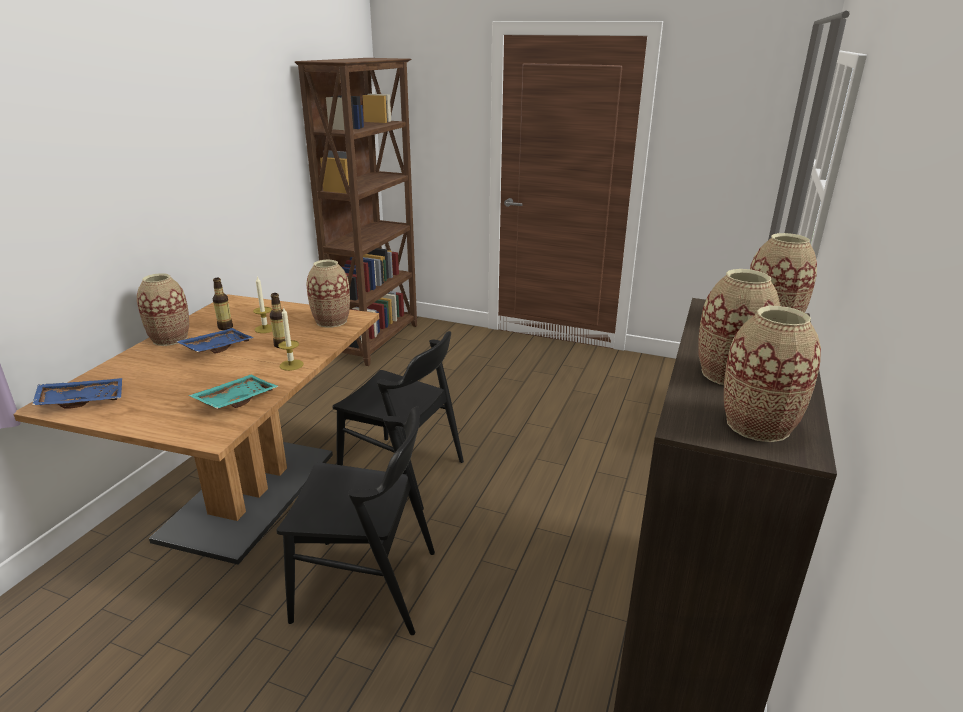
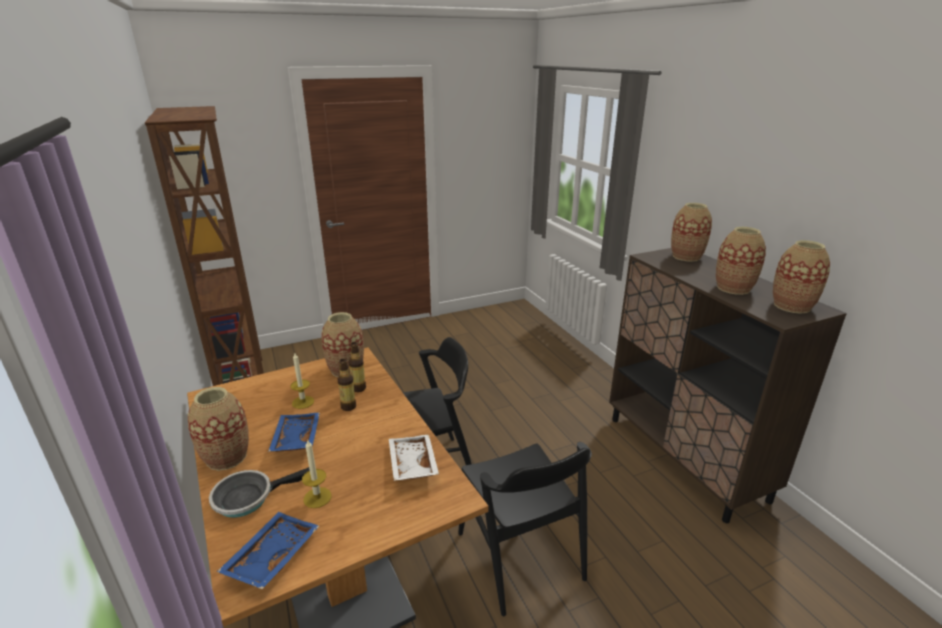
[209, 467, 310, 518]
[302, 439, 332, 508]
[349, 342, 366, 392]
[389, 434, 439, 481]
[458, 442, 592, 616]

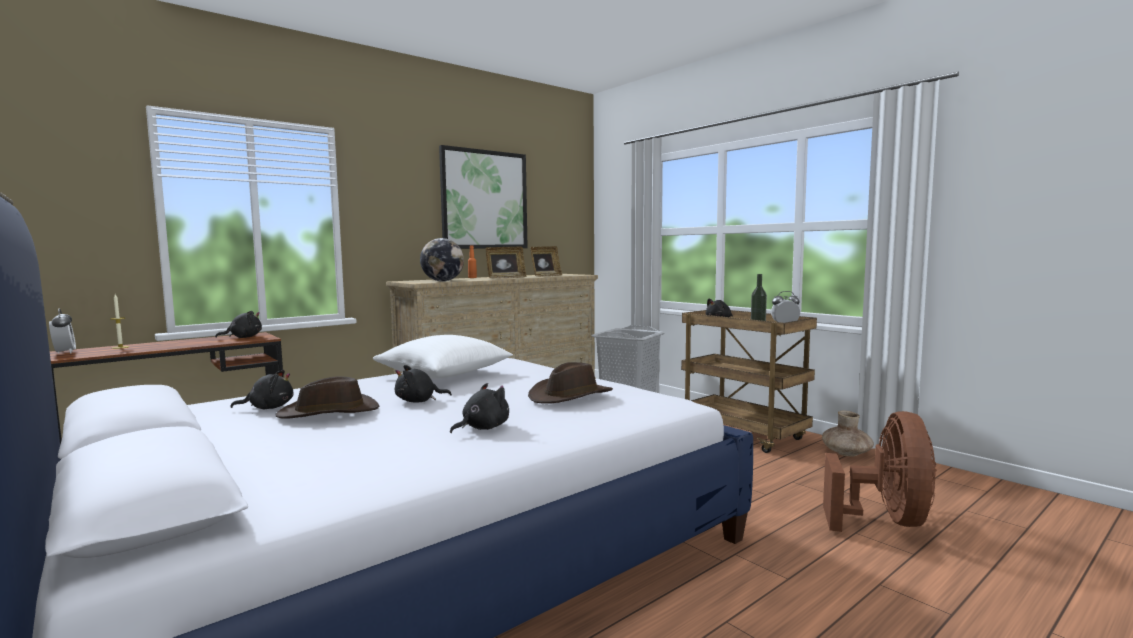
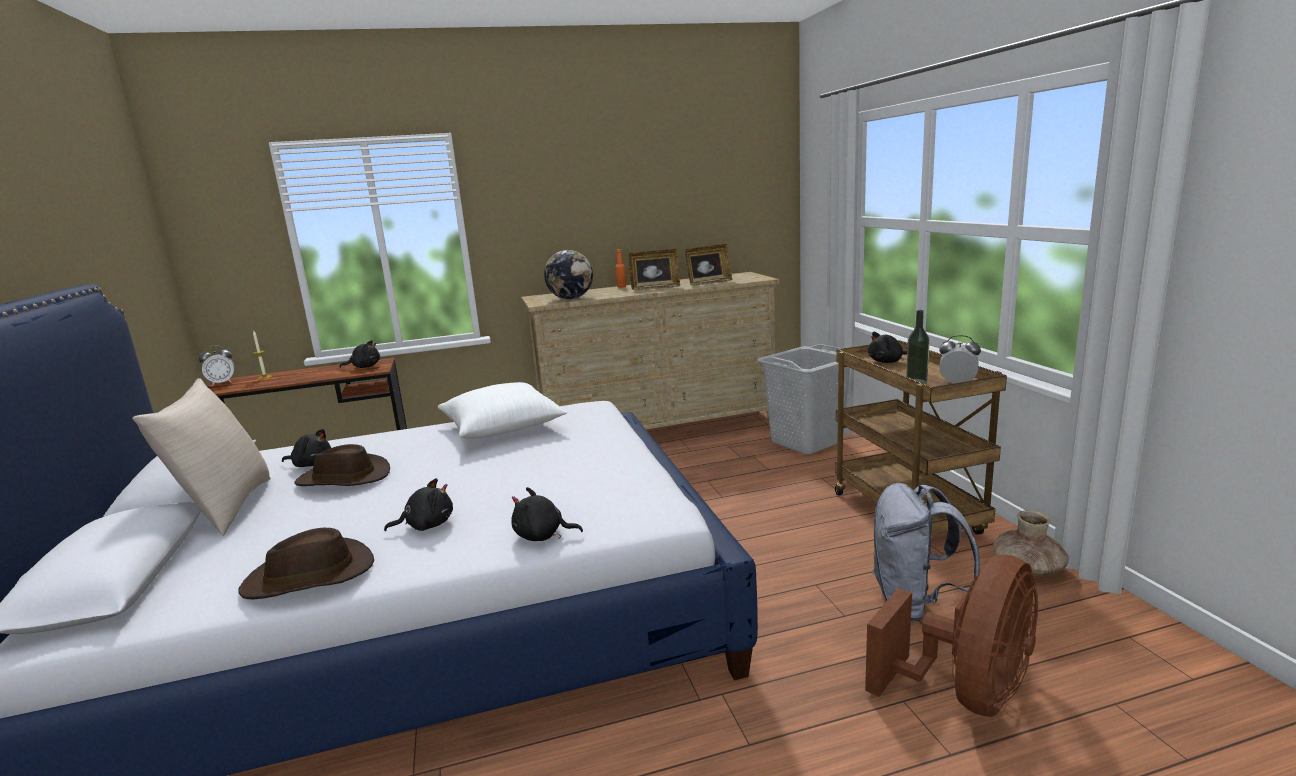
[132, 378, 271, 536]
[199, 346, 235, 386]
[238, 528, 374, 599]
[511, 487, 583, 541]
[872, 483, 980, 621]
[439, 145, 528, 249] (first image)

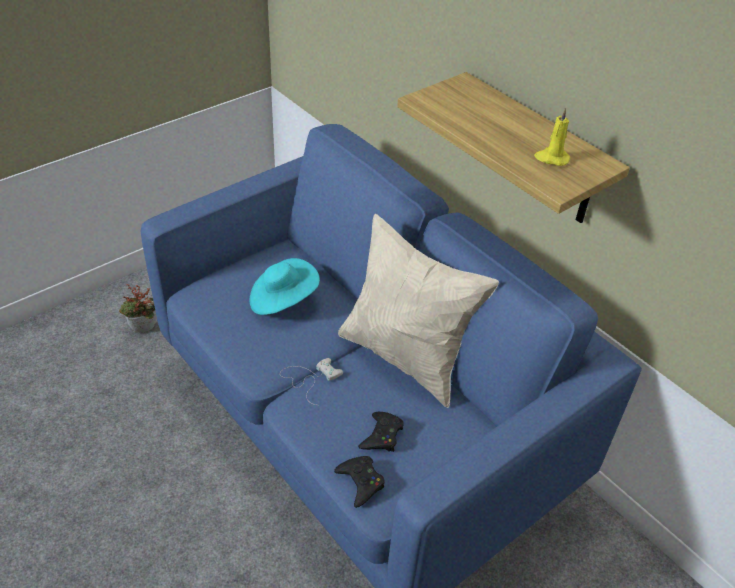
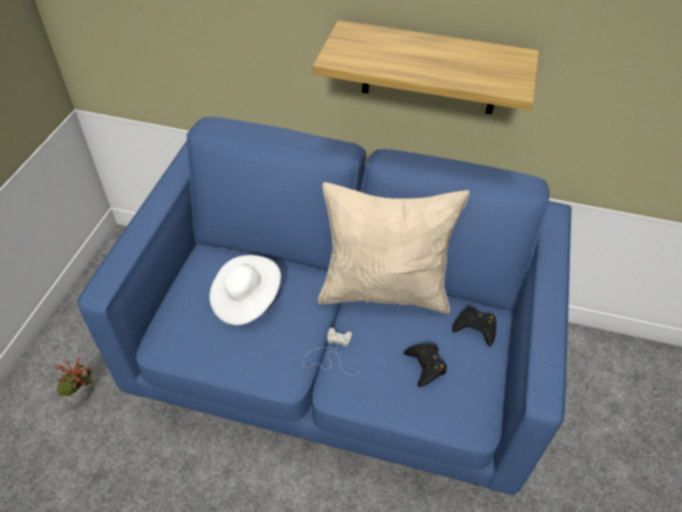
[209, 255, 281, 325]
[452, 306, 496, 346]
[534, 108, 571, 166] (first image)

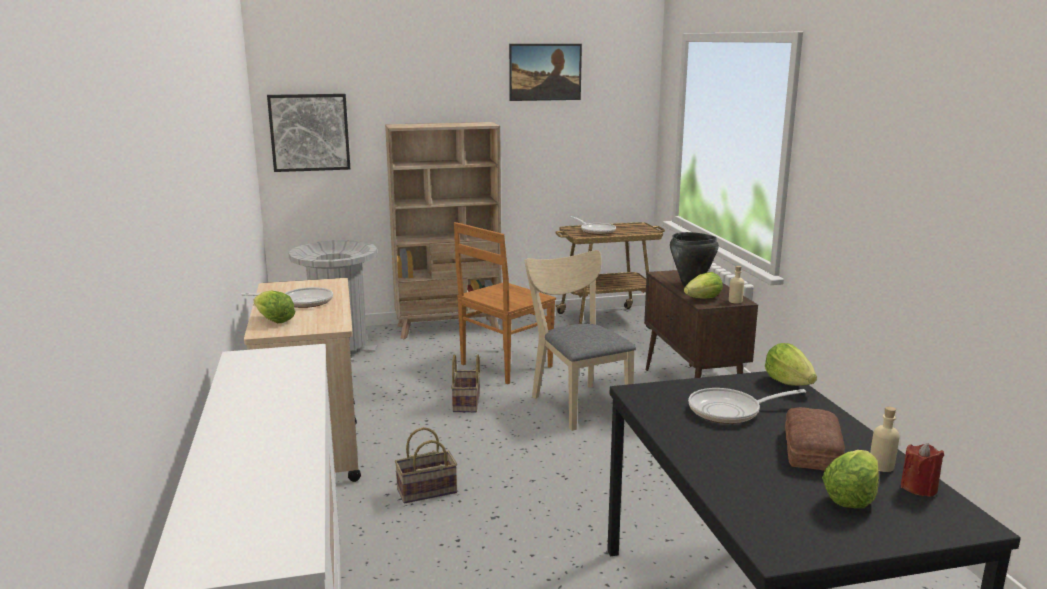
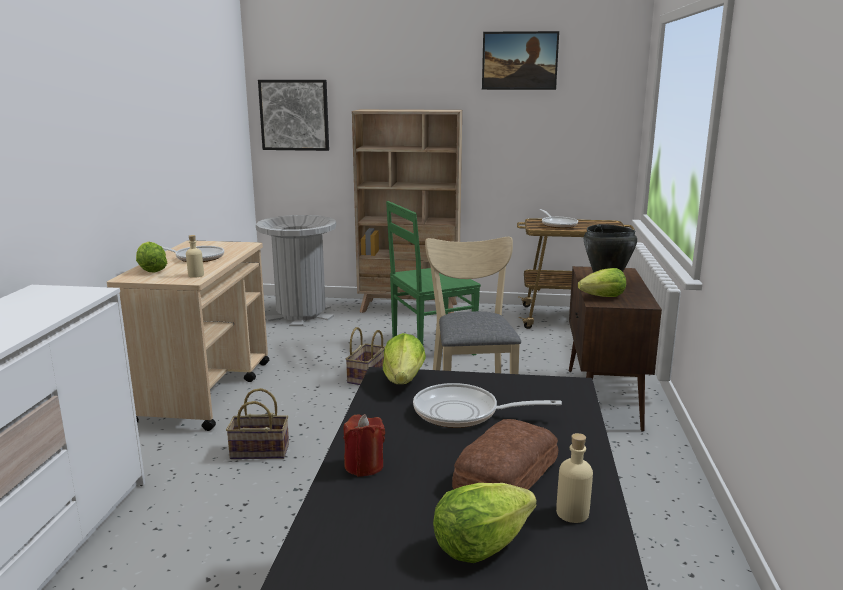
[186, 235, 204, 278]
[343, 414, 385, 477]
[383, 333, 426, 384]
[386, 201, 481, 356]

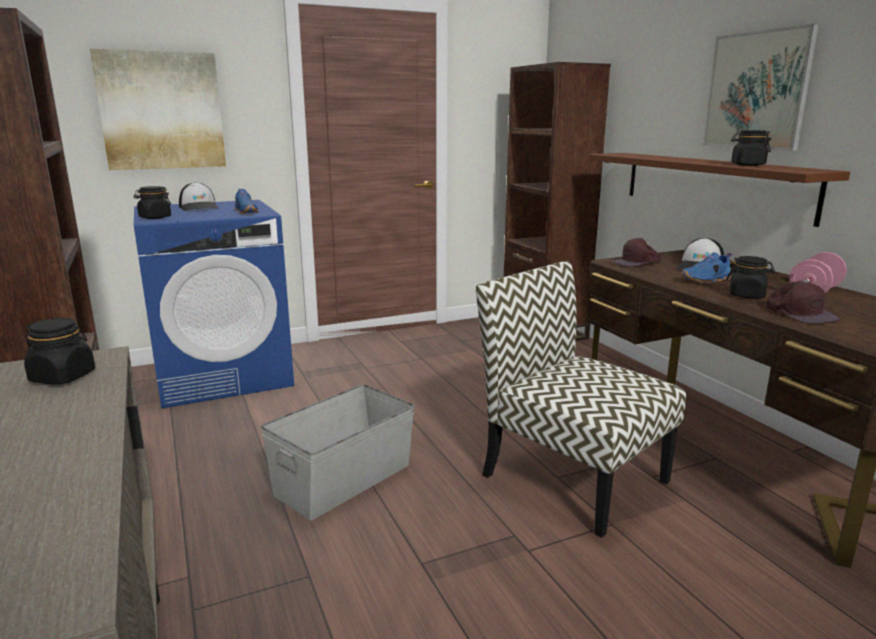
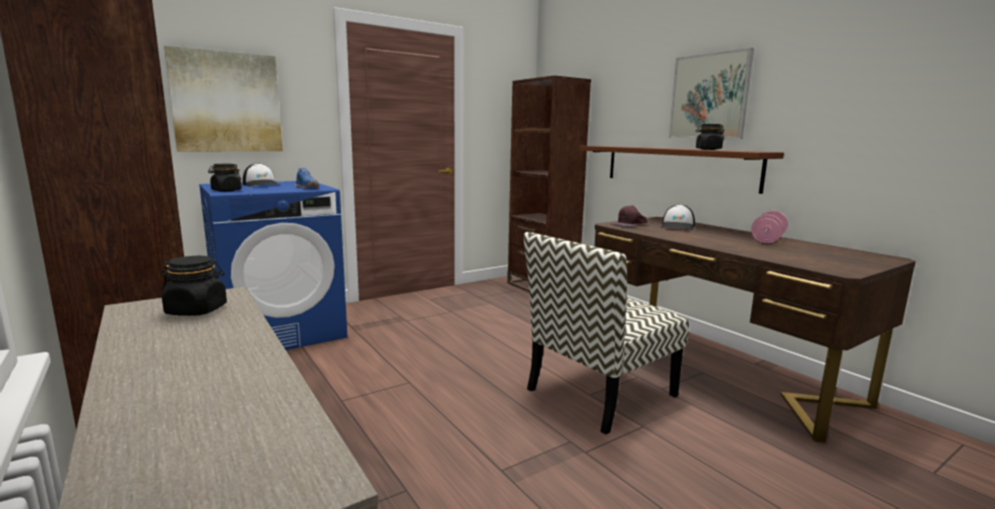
[524, 232, 689, 435]
[261, 384, 415, 520] (first image)
[681, 252, 732, 284] (first image)
[726, 256, 775, 298] (first image)
[766, 281, 840, 324] (first image)

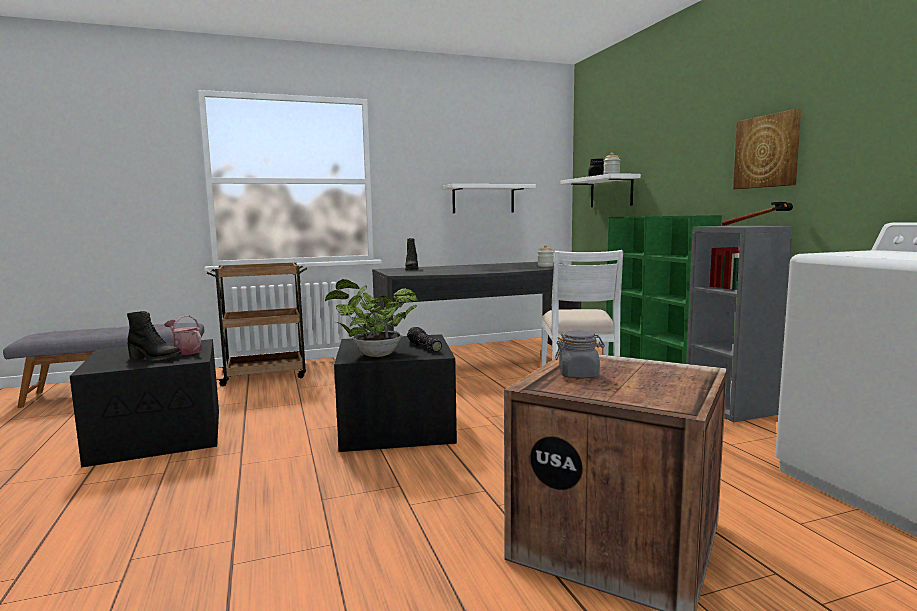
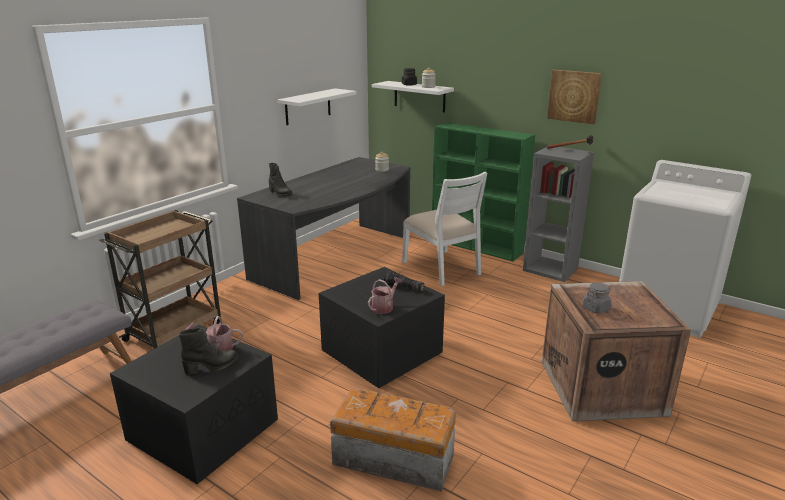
[330, 388, 456, 491]
[368, 277, 402, 314]

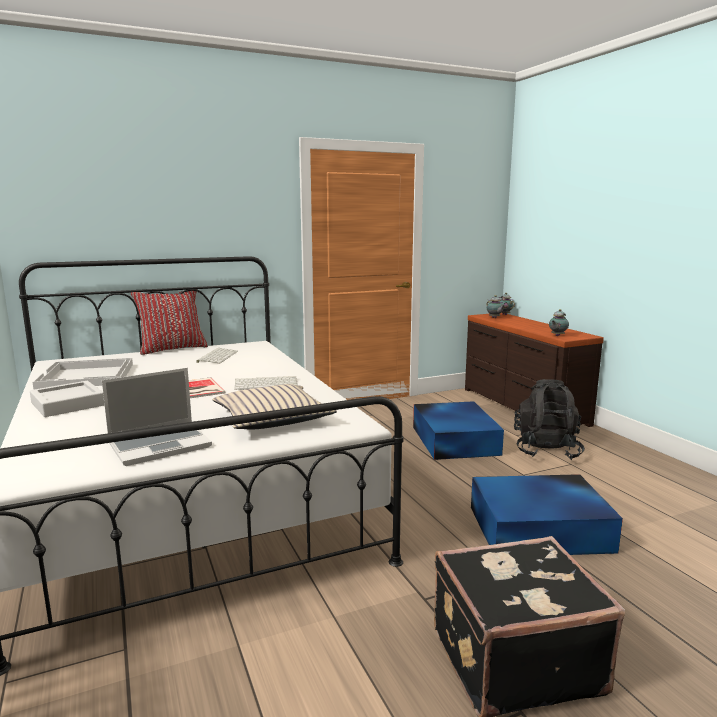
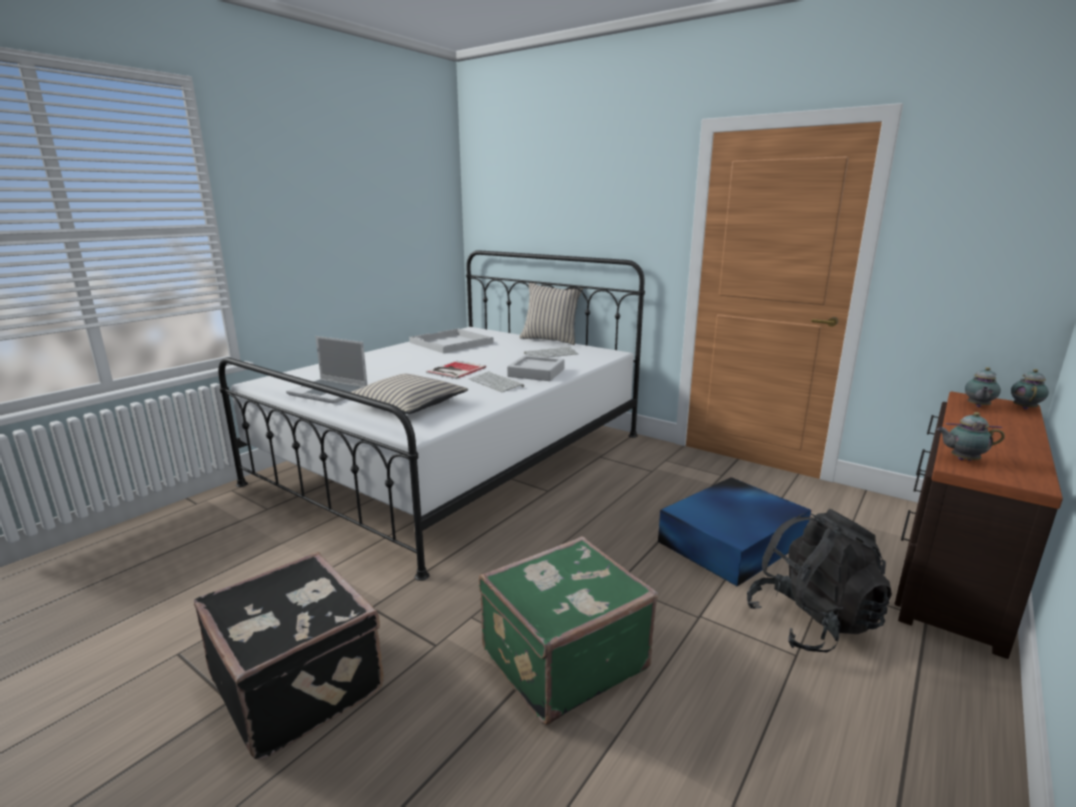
[479, 536, 658, 725]
[507, 355, 565, 381]
[520, 283, 584, 345]

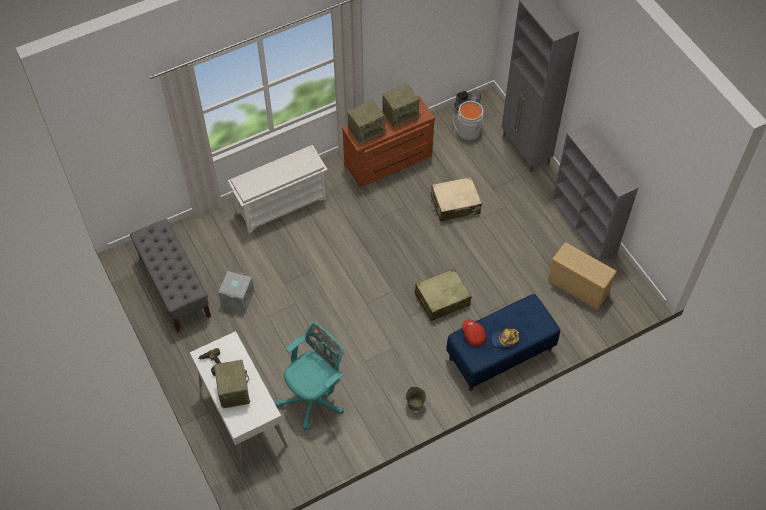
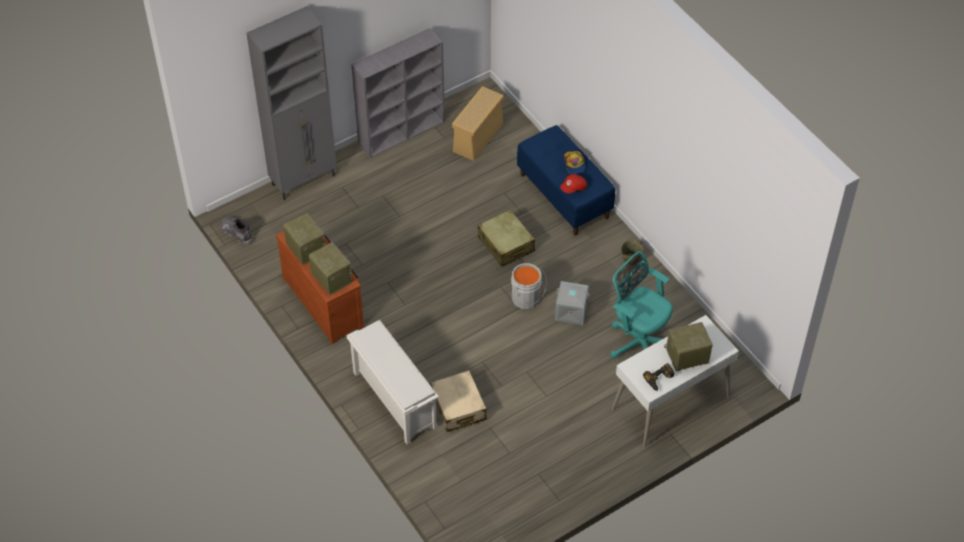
[430, 370, 487, 432]
[511, 263, 547, 309]
[555, 281, 589, 325]
[130, 219, 211, 332] (first image)

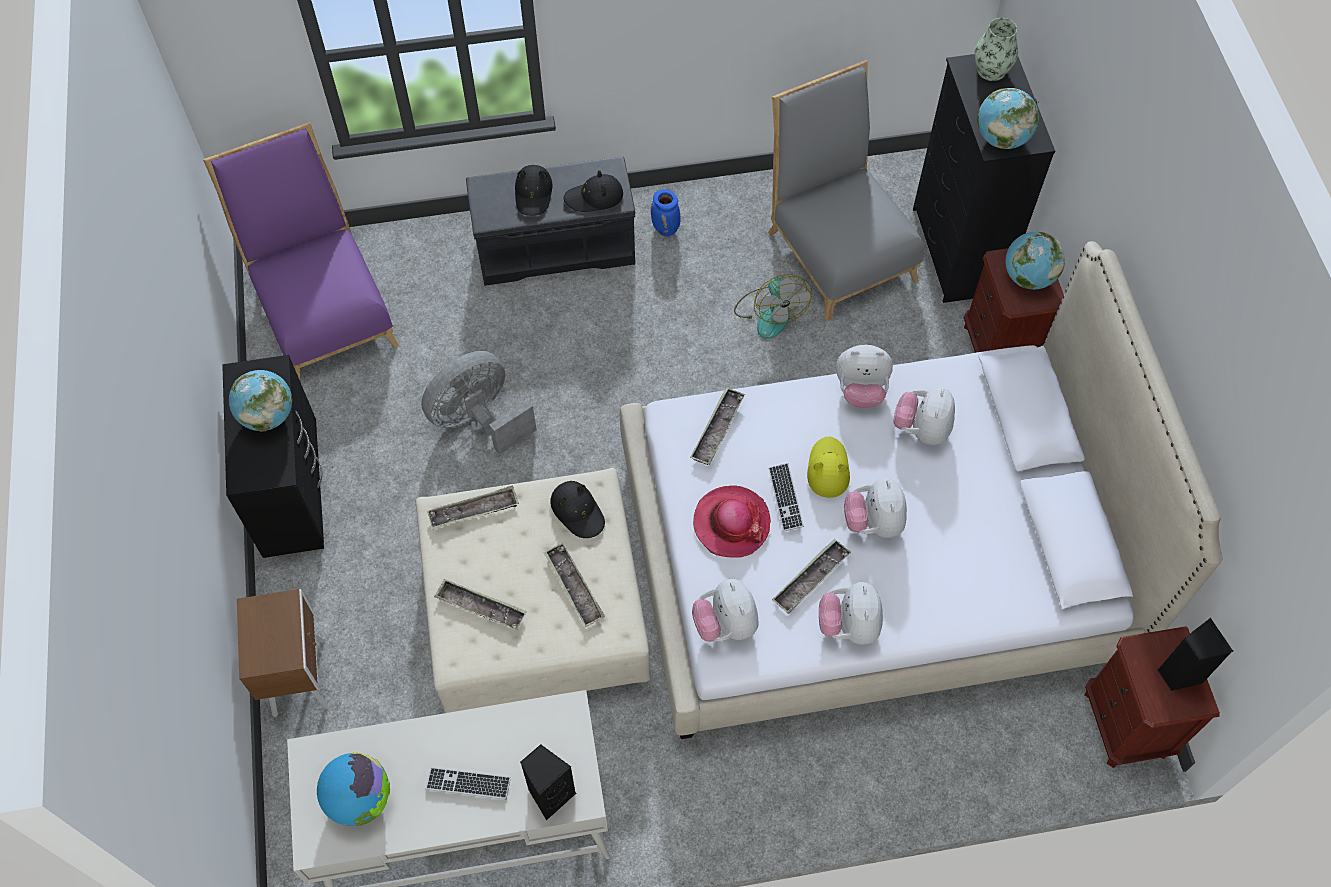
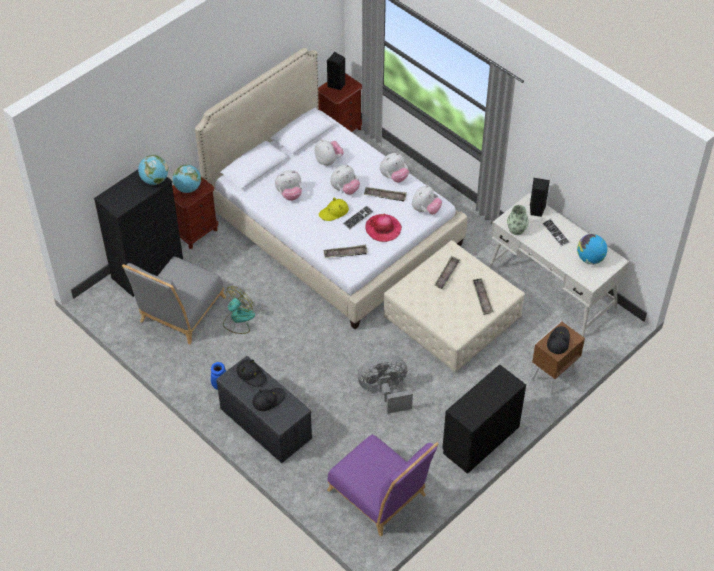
[315, 139, 344, 166]
[327, 434, 439, 536]
[358, 355, 413, 414]
[507, 205, 529, 235]
[547, 326, 570, 354]
[229, 370, 292, 431] (first image)
[427, 485, 519, 530] (first image)

